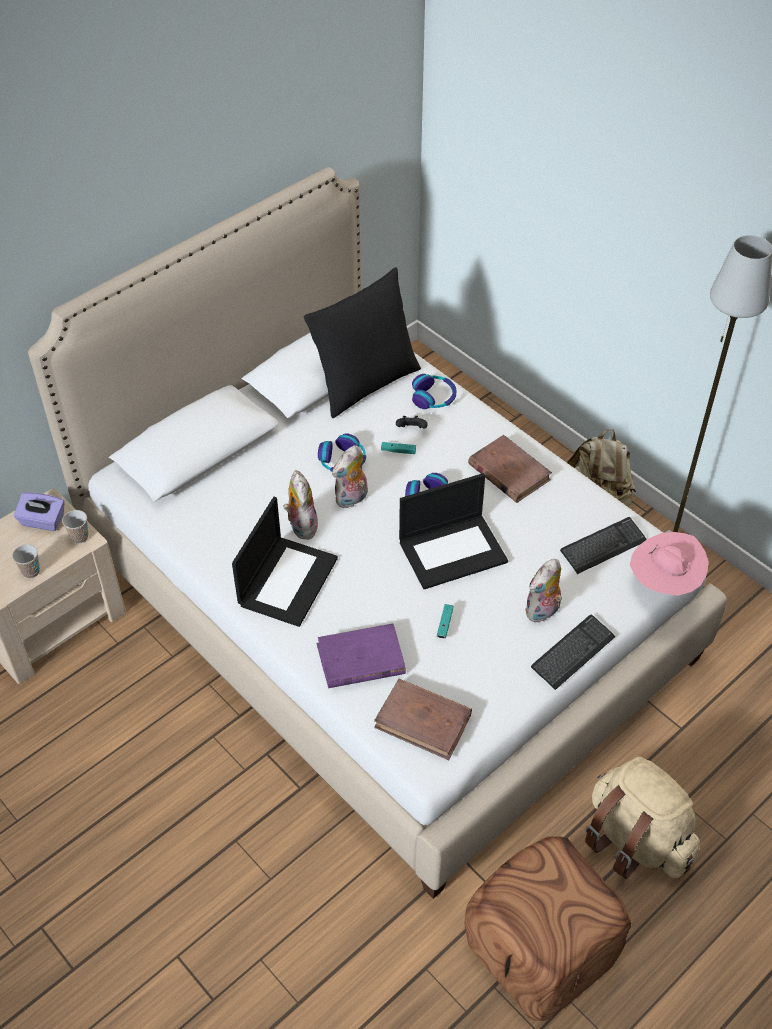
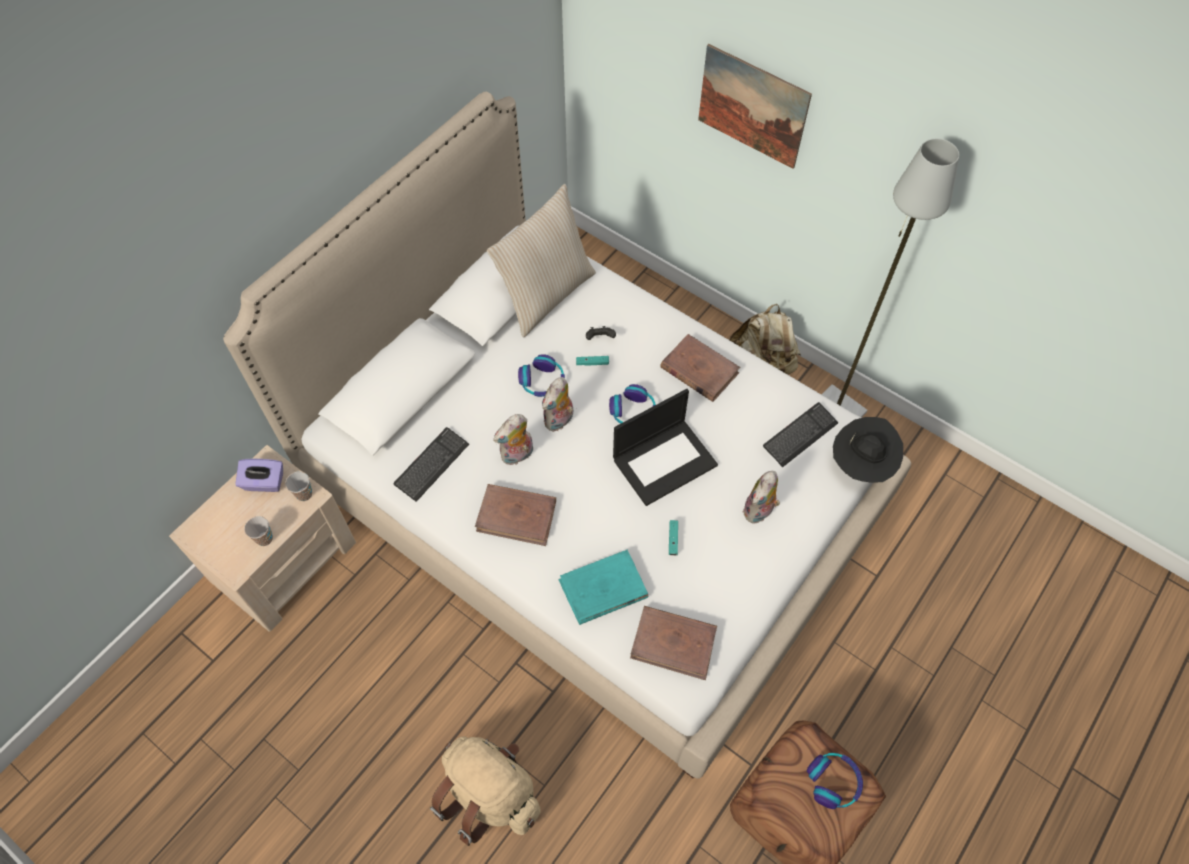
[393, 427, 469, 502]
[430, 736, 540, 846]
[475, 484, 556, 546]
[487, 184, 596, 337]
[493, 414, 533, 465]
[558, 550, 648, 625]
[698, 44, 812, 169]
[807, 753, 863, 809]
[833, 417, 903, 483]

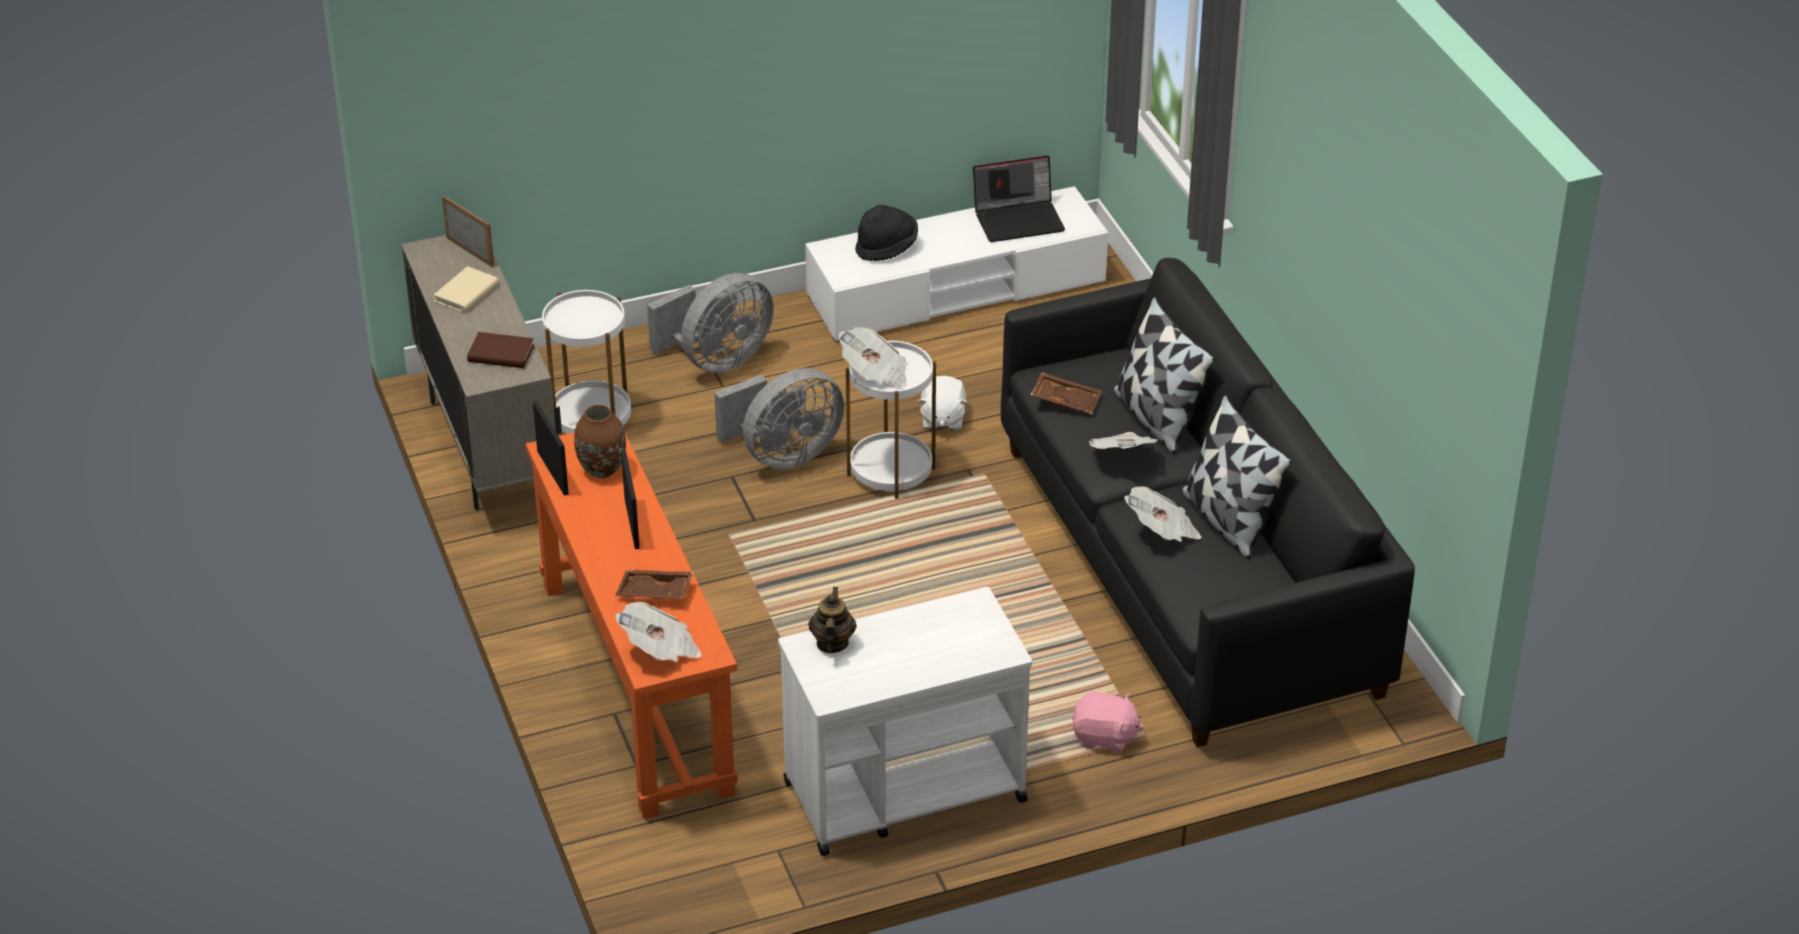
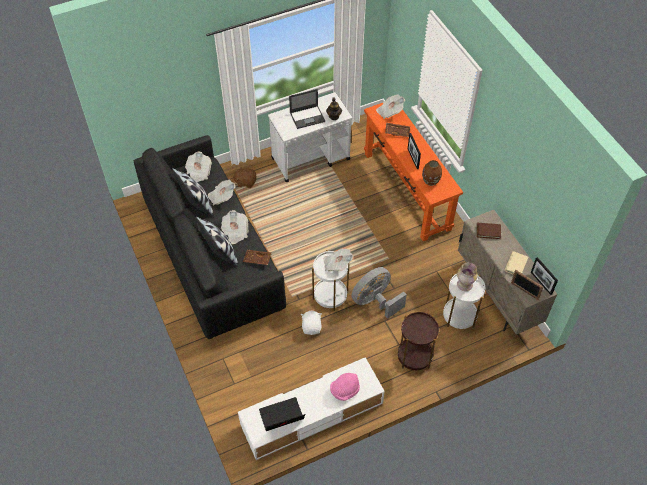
[185, 152, 212, 182]
[233, 166, 257, 188]
[289, 89, 325, 129]
[330, 373, 360, 401]
[398, 312, 439, 370]
[457, 262, 478, 291]
[531, 257, 558, 295]

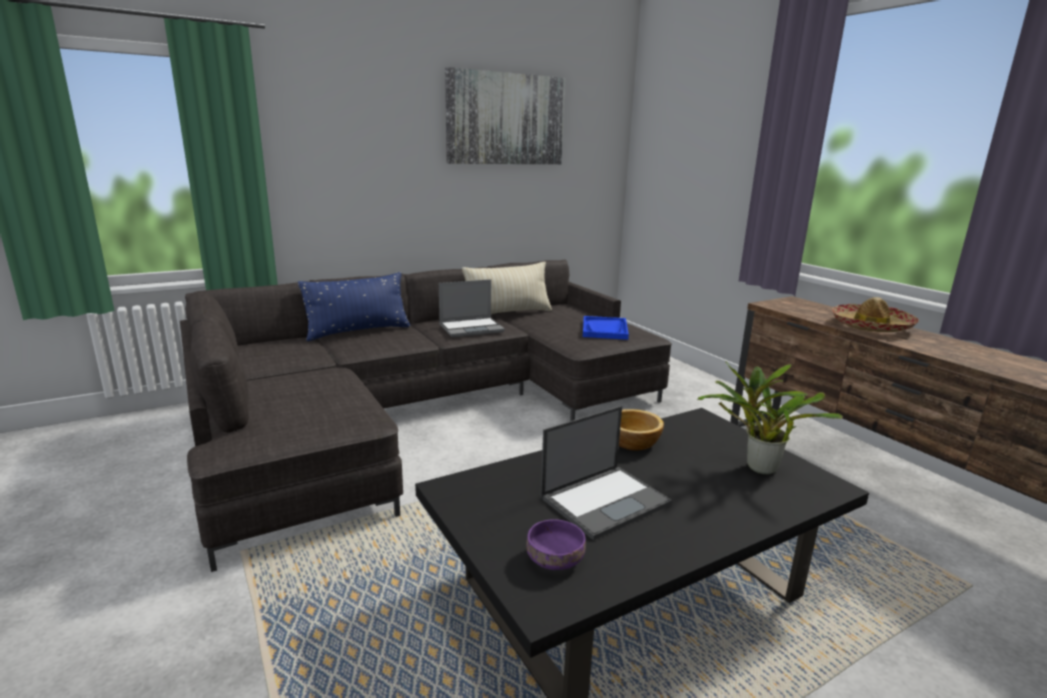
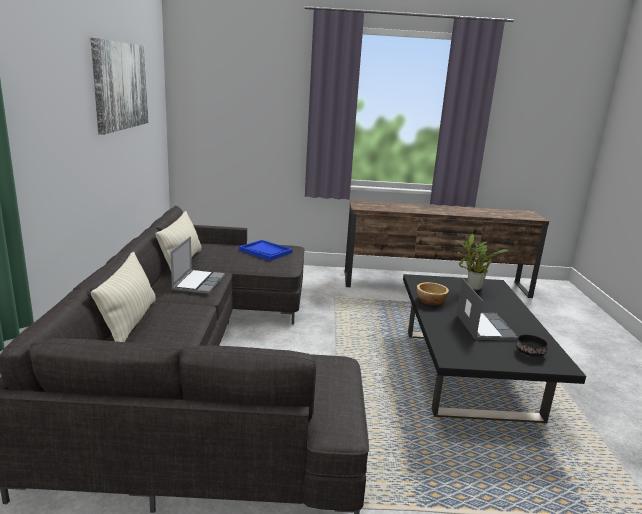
[91, 252, 156, 342]
[516, 335, 548, 357]
[832, 297, 919, 332] (first image)

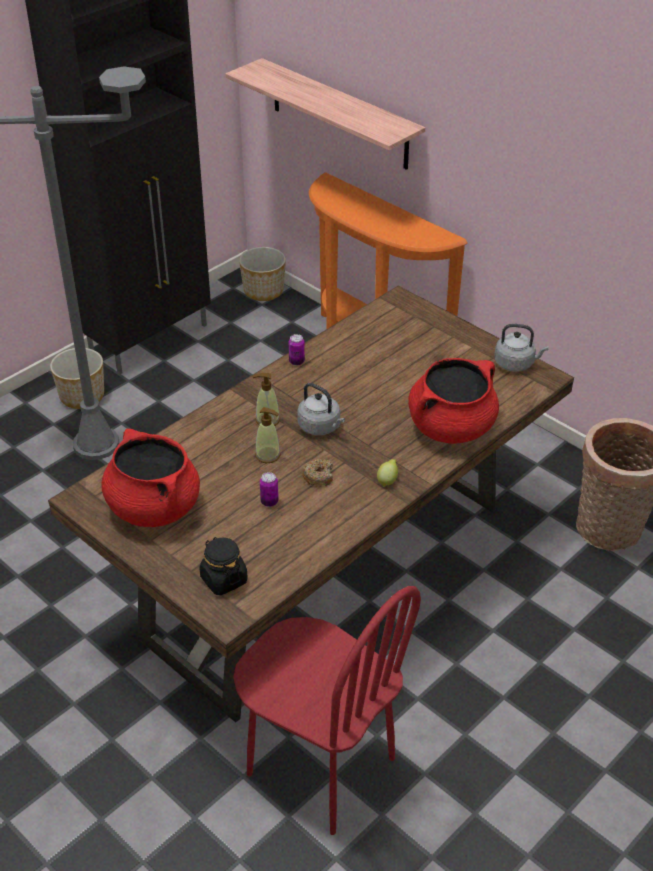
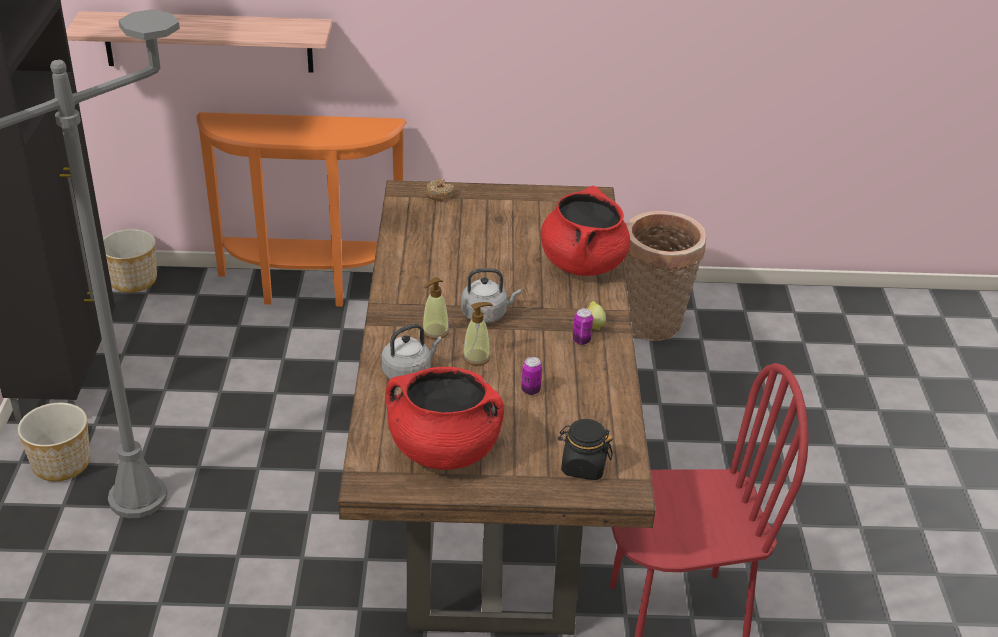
[382, 324, 442, 379]
[425, 178, 454, 201]
[573, 308, 593, 345]

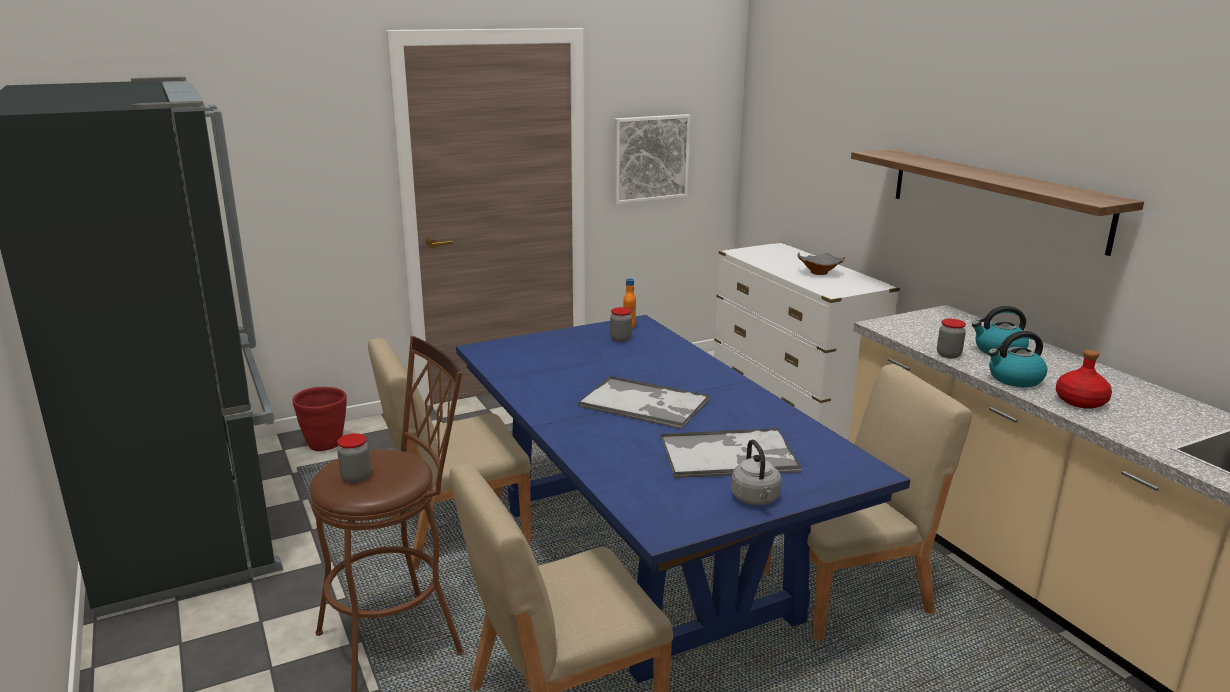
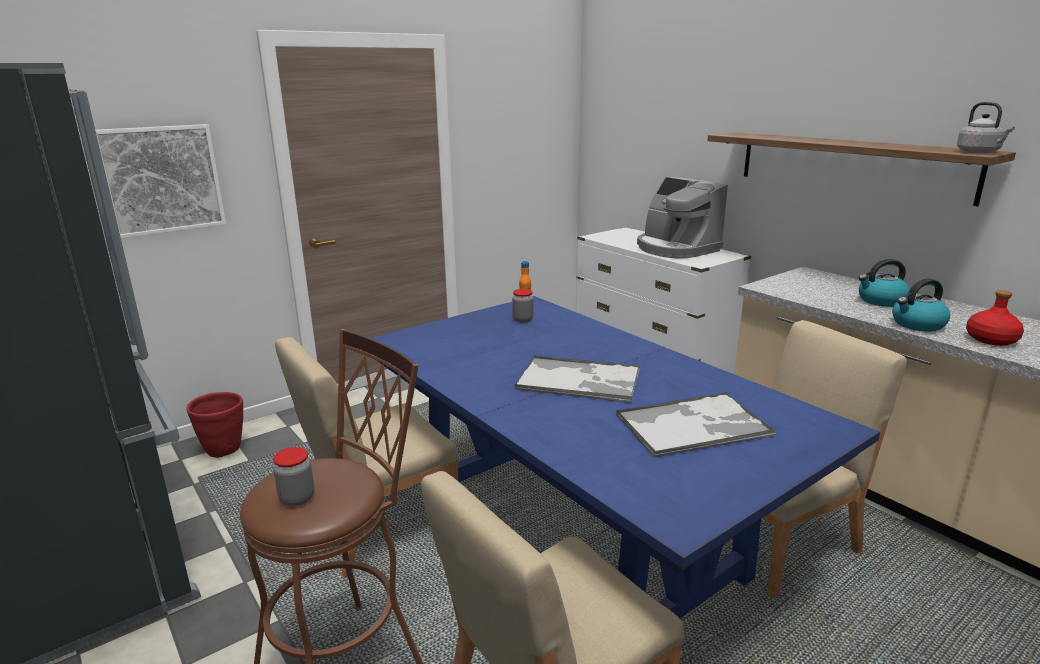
[95, 124, 226, 239]
[637, 177, 728, 259]
[957, 102, 1015, 153]
[937, 319, 966, 359] (first image)

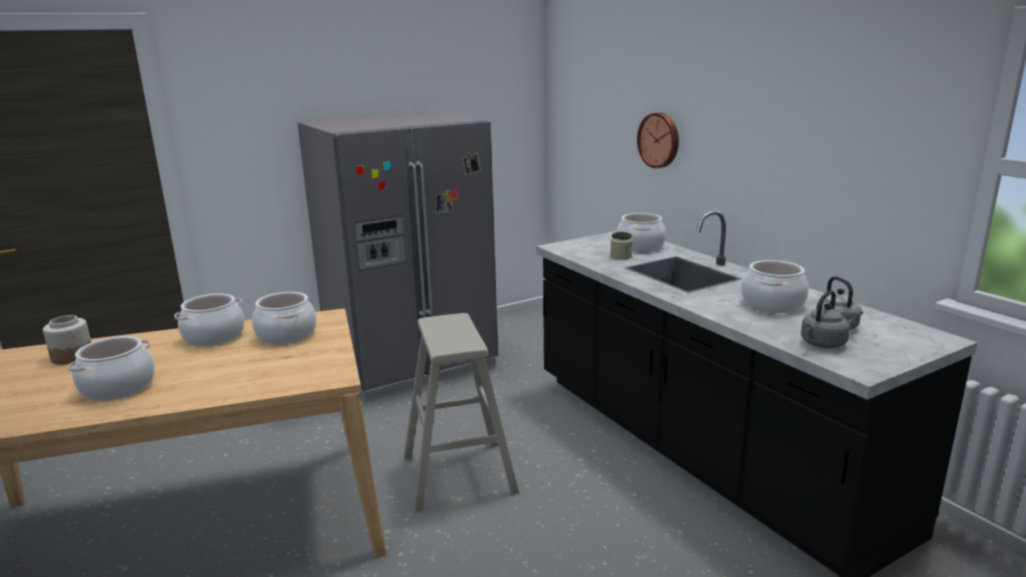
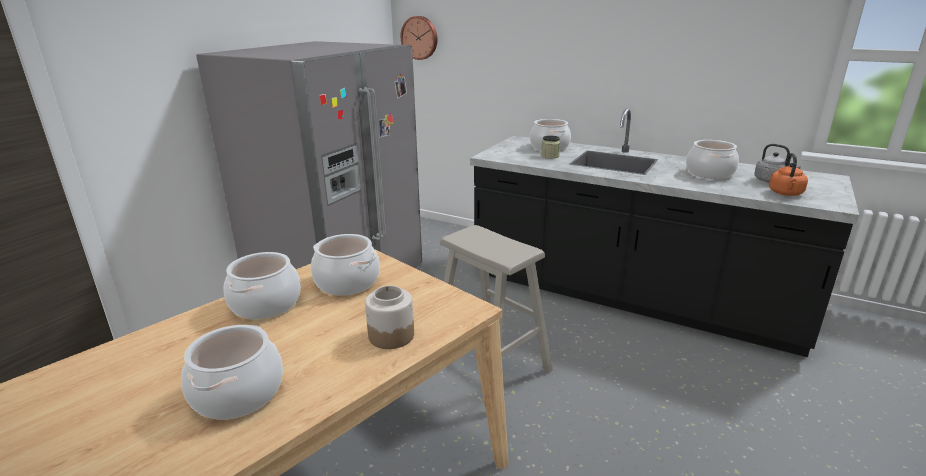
[365, 285, 414, 349]
[401, 16, 438, 60]
[769, 153, 808, 196]

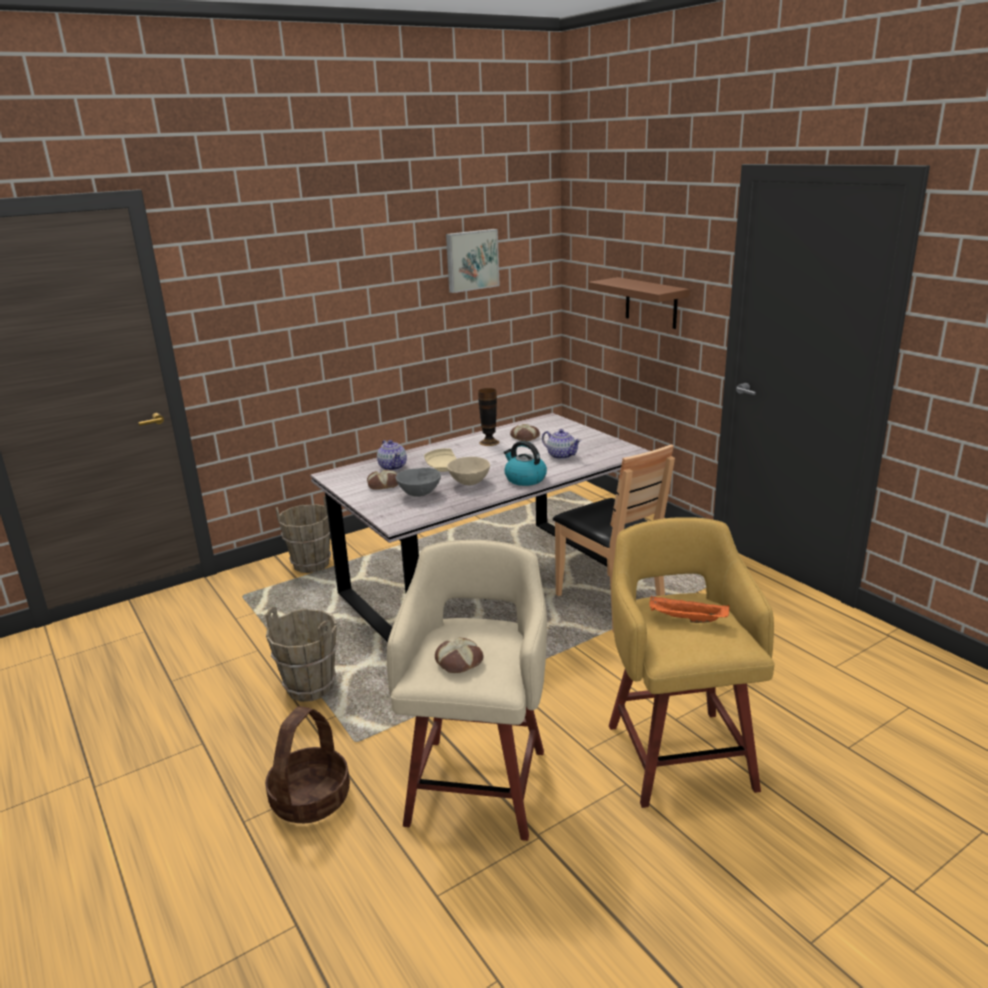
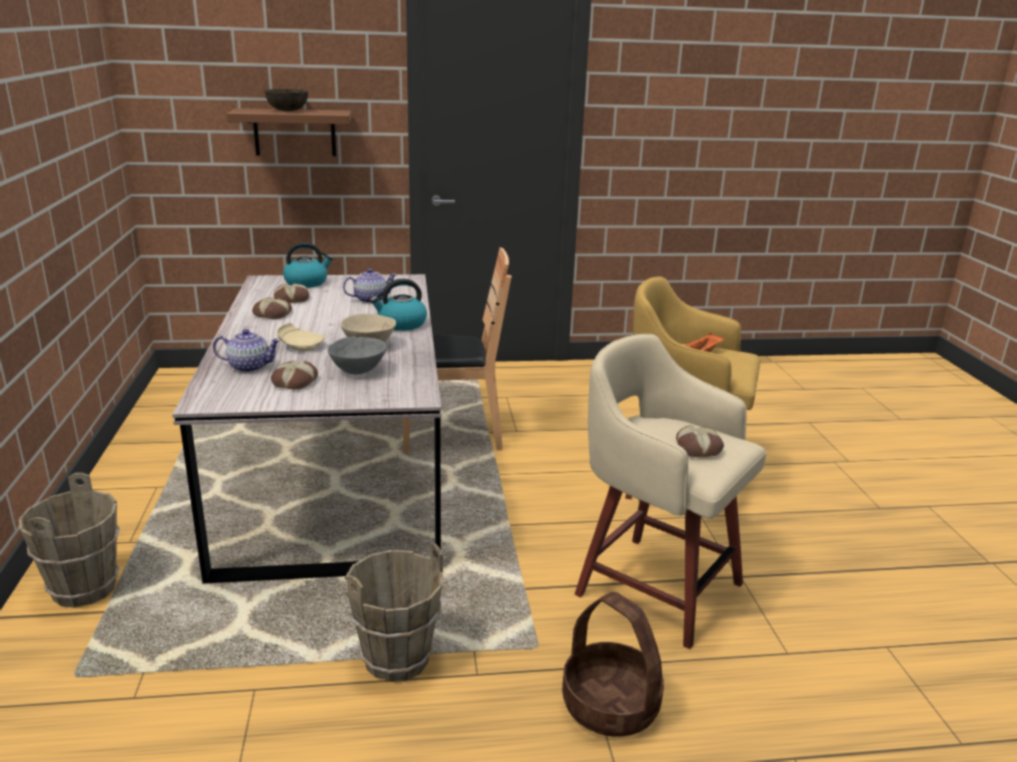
[252, 297, 292, 319]
[265, 89, 308, 111]
[283, 242, 333, 288]
[446, 229, 500, 293] (first image)

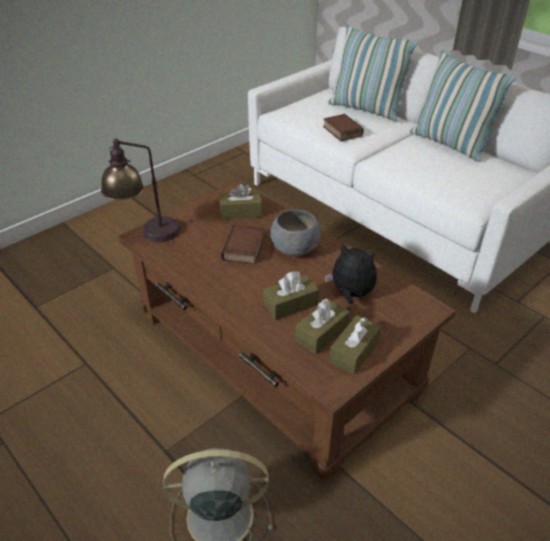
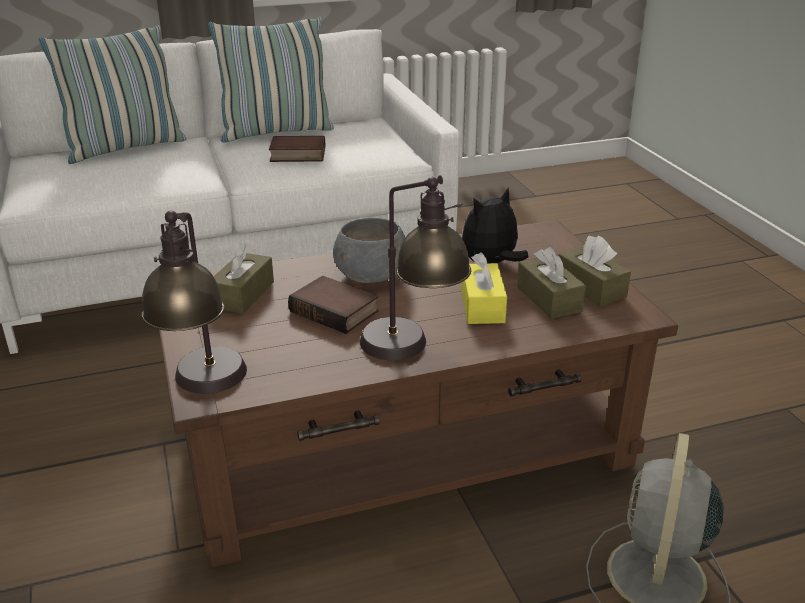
[269, 136, 325, 162]
[360, 175, 471, 360]
[461, 252, 507, 324]

